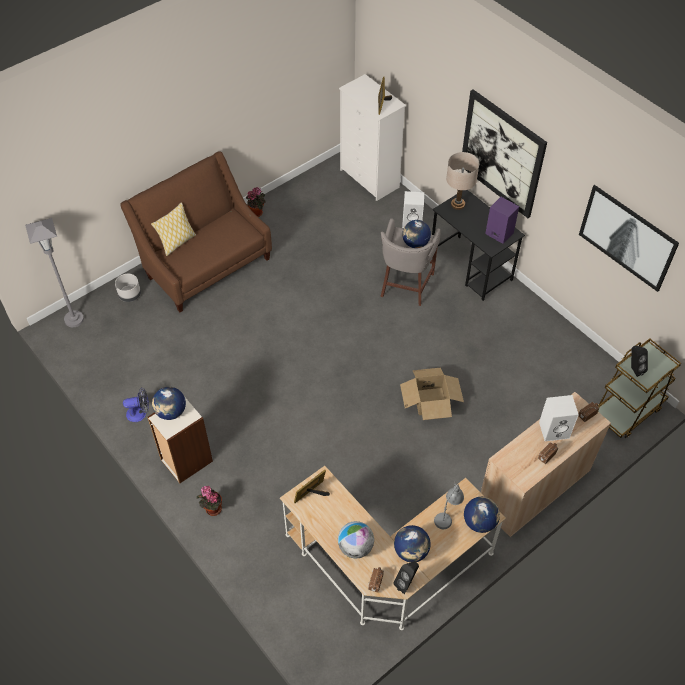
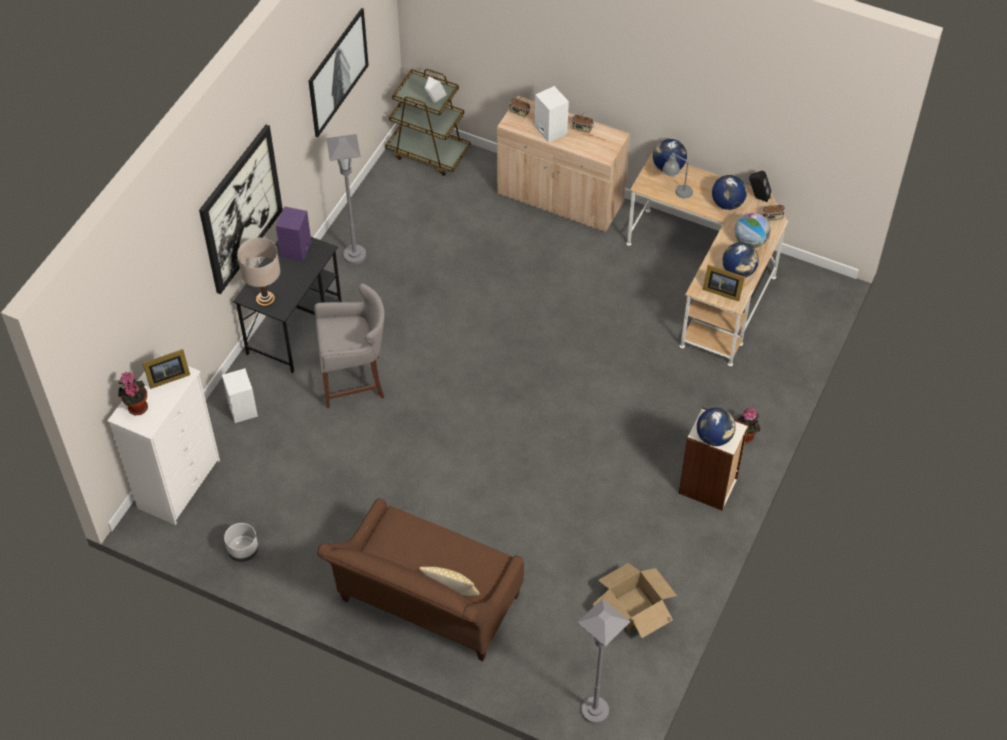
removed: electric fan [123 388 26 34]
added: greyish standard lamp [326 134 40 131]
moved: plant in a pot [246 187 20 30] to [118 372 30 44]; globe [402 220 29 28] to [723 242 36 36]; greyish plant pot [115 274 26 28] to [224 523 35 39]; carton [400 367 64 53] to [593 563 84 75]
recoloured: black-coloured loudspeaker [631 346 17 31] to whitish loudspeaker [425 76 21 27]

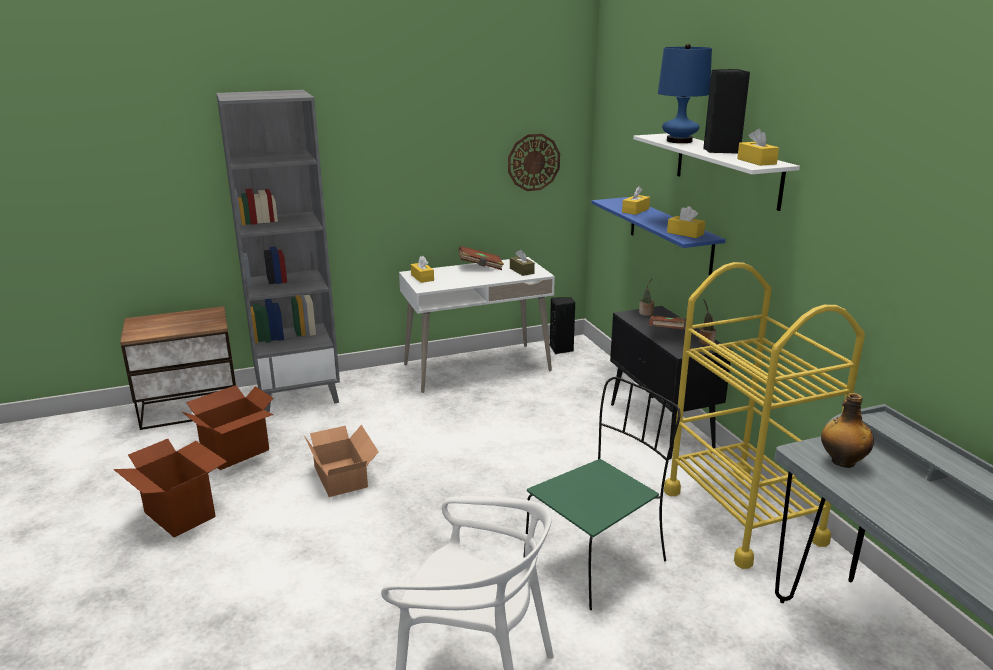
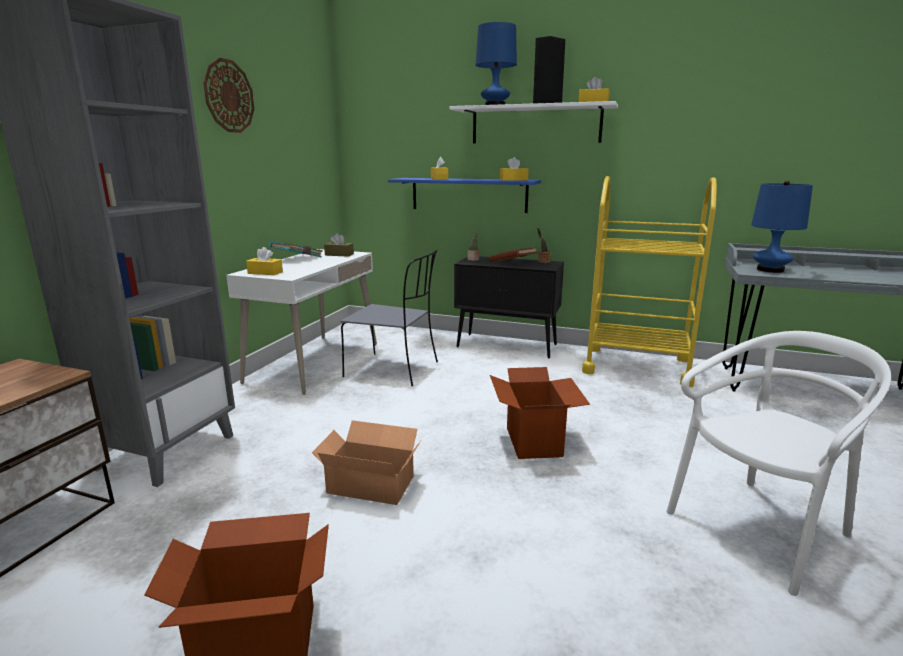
removed: black-coloured loudspeaker [550 297 25 57]; green plain chair [523 377 157 233]
added: greyish plain chair [340 250 98 136]
moved: clock on the wall [508 134 52 57] to [203 58 51 75]; carton [182 385 91 85] to [490 367 100 92]
replaced: bottle [821 393 53 75] to blue lamp for a table [751 181 62 92]
recoloured: brown-coloured bound book [459 246 45 24] to turquoise-coloured bound book [269 241 54 16]

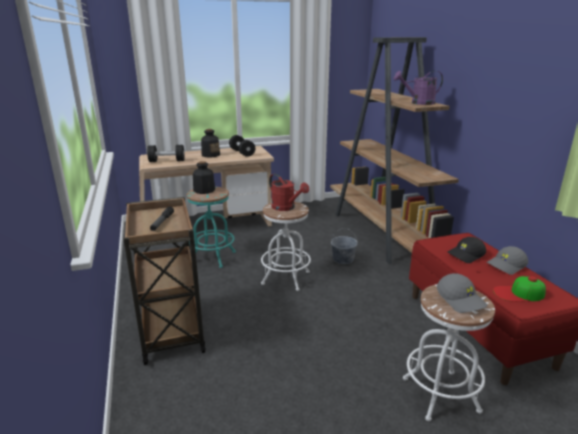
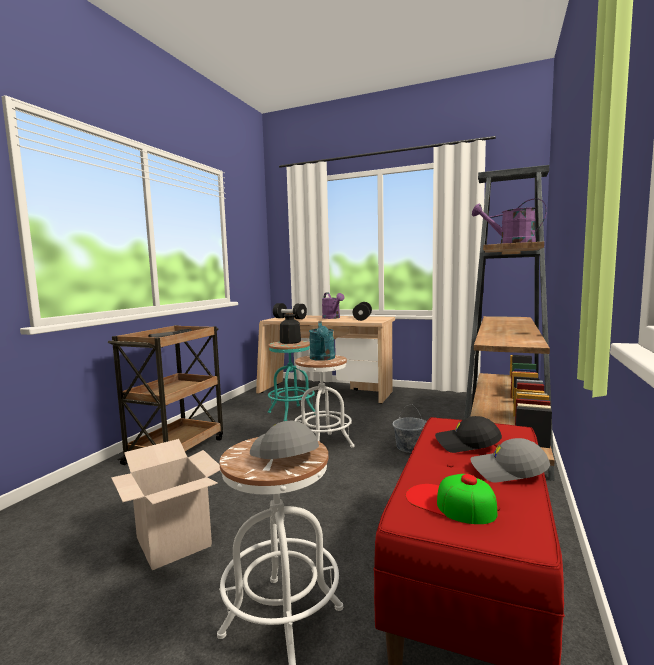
added: carton [111 439 109 131]
replaced: bottle [201 129 19 29] to purple-coloured watering can [322 292 22 27]
recoloured: red watering can [269 174 40 37] to turquoise-coloured watering can [309 321 26 40]
turned: greyish cap [437 273 51 40] = [250 421 69 38] 135 degrees clockwise

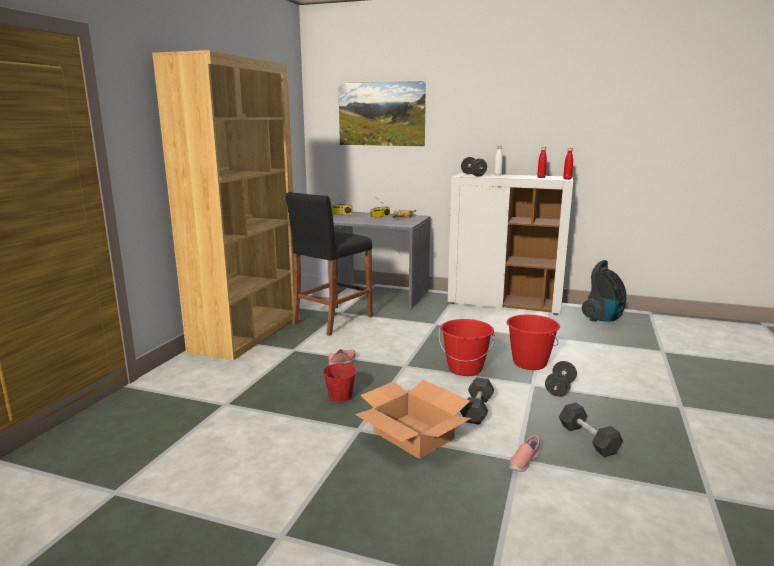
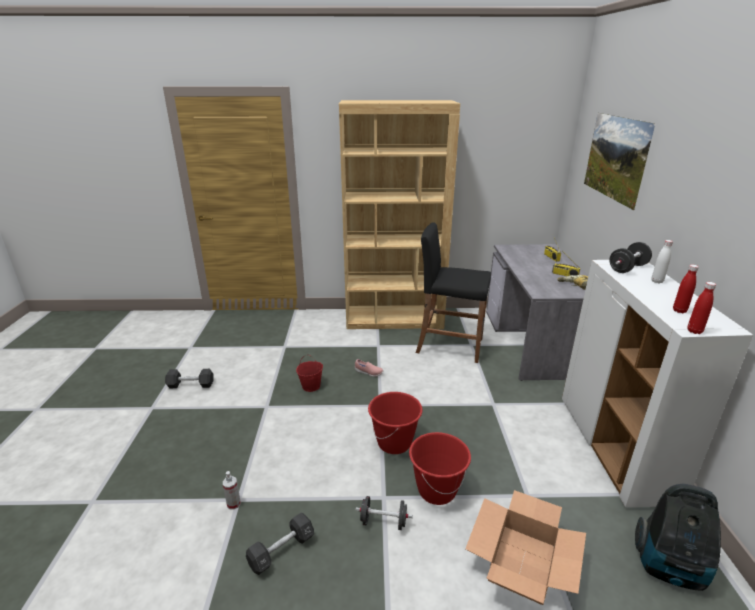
moved: black-coloured dumbbell [460 377 34 48] to [165 369 49 19]; carton [355 380 116 79] to [465 490 121 115]
replaced: pink-coloured item of footwear [509 435 31 37] to hand sprayer [223 471 18 39]

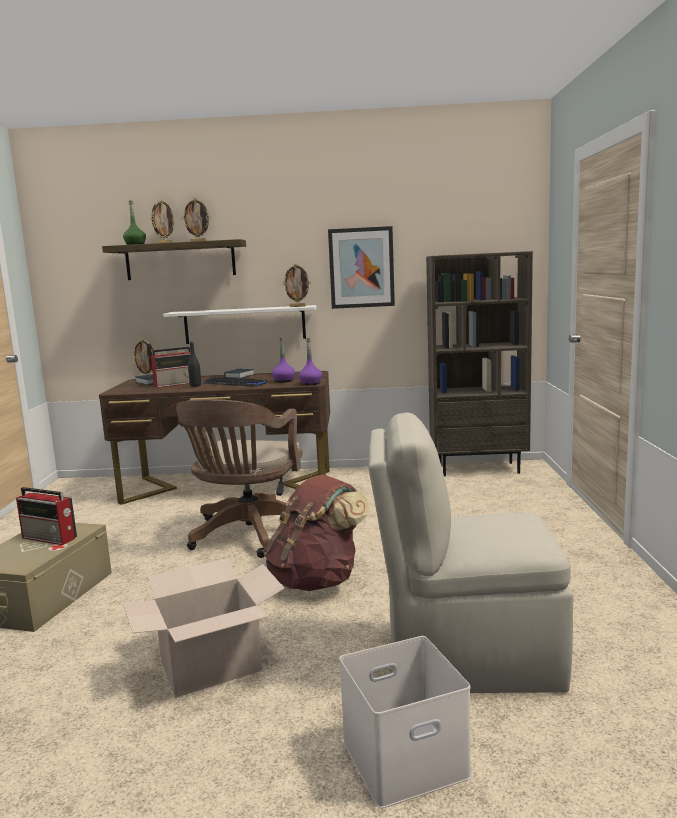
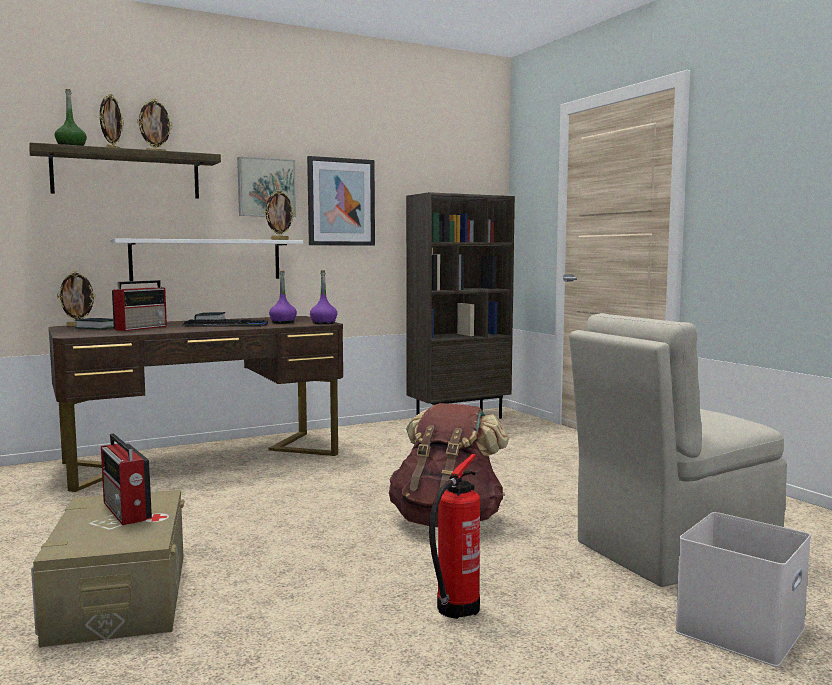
removed: black-coloured bottle [188 341 13 46]; brown-coloured computer chair [176 399 127 159]
added: wall picture [237 157 59 60]
replaced: carton [122 558 163 140] to fire-fighting cylinder [429 454 51 165]
turned: radio [16 487 61 58] = [101 434 51 91] 60 degrees clockwise

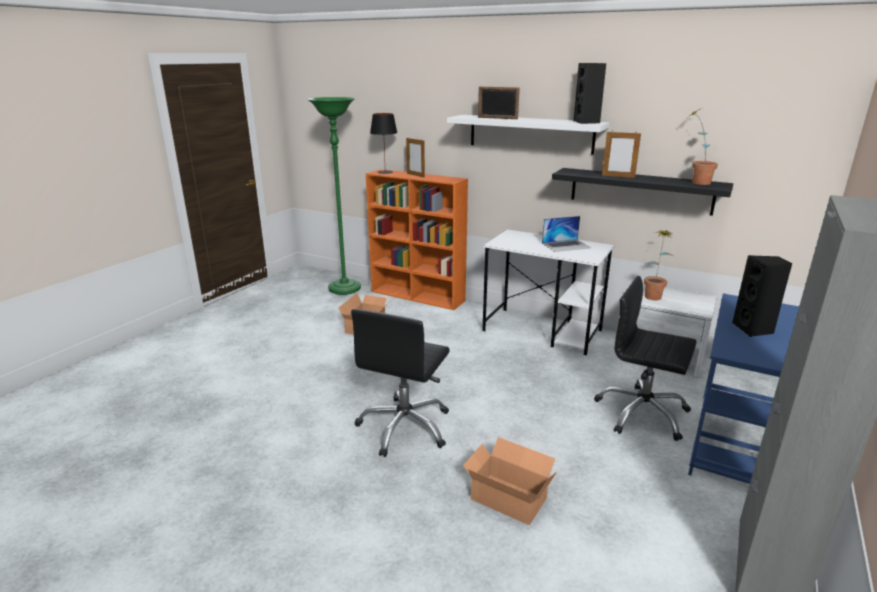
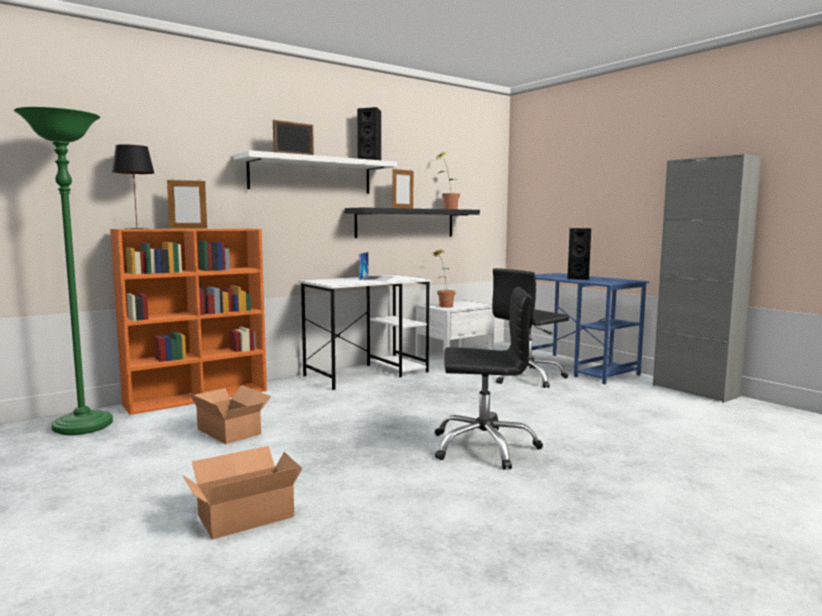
moved: carton [463 437 94 88] to [182 446 121 93]
turned: black-coloured computer chair [351 309 99 148] = [435 287 108 183] 45 degrees counterclockwise

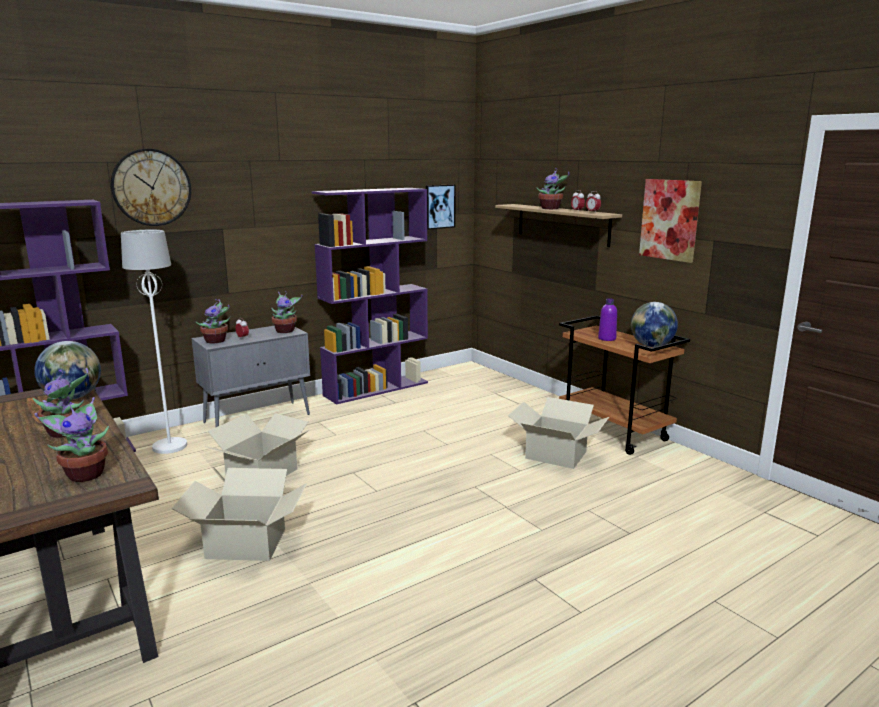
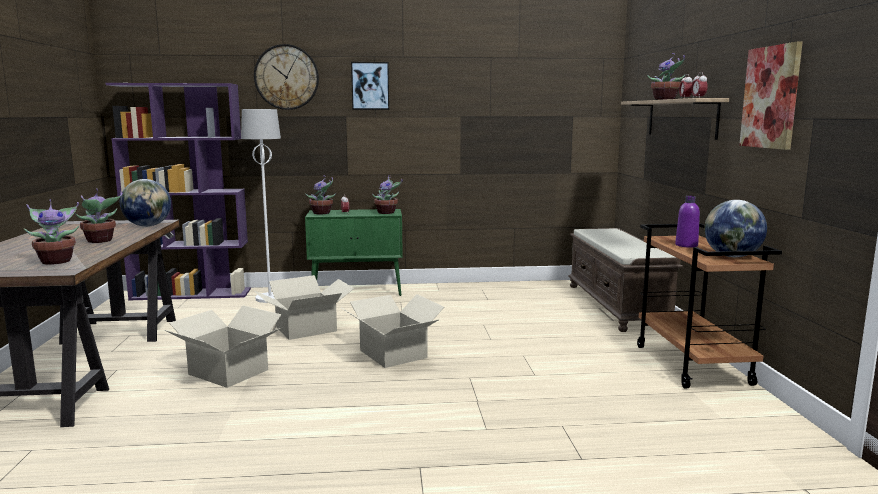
removed: purple-coloured bookcase [312 188 116 217]
added: brown-coloured indoor bench [568 228 115 104]
moved: wall picture [426 184 30 46] to [351 62 38 48]; carton [508 397 101 72] to [340 294 104 74]
recoloured: greyish storage cabinet [191 326 119 101] to green storage cabinet [305 209 98 87]

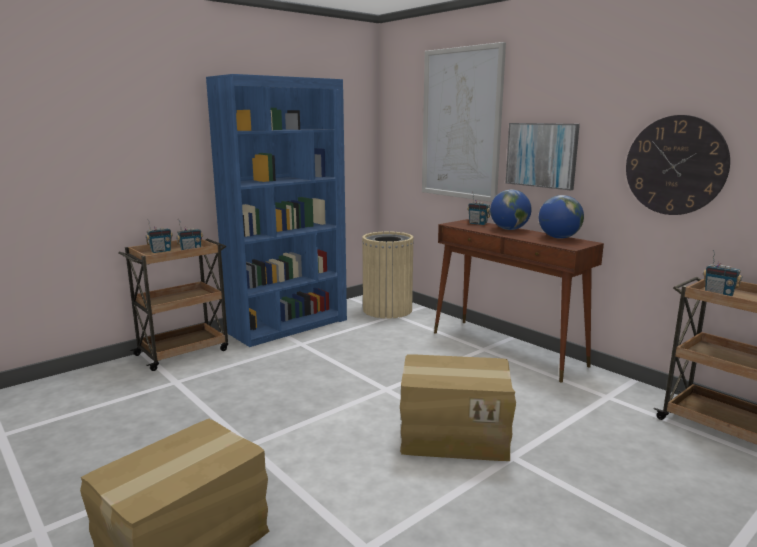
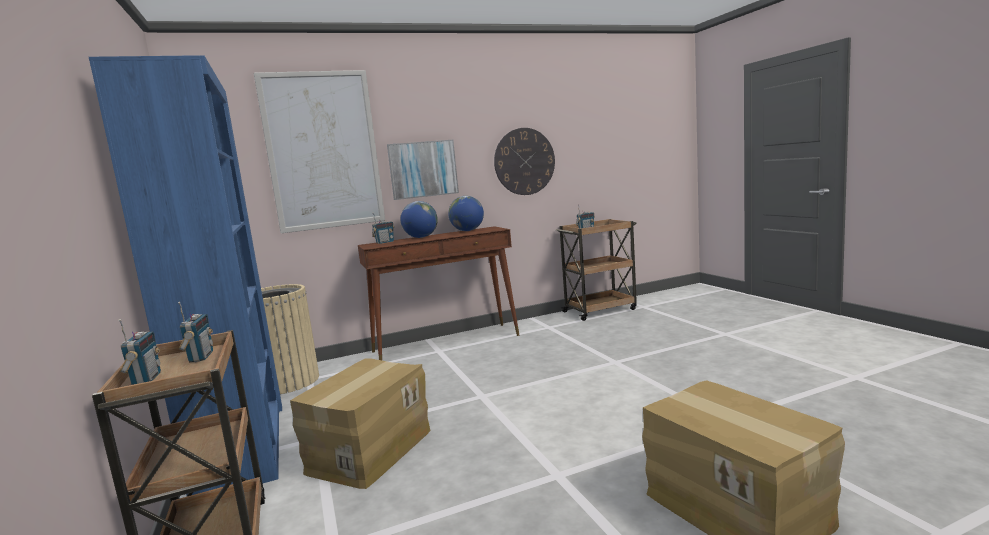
moved: carton [400 354 116 107] to [290 358 141 131]

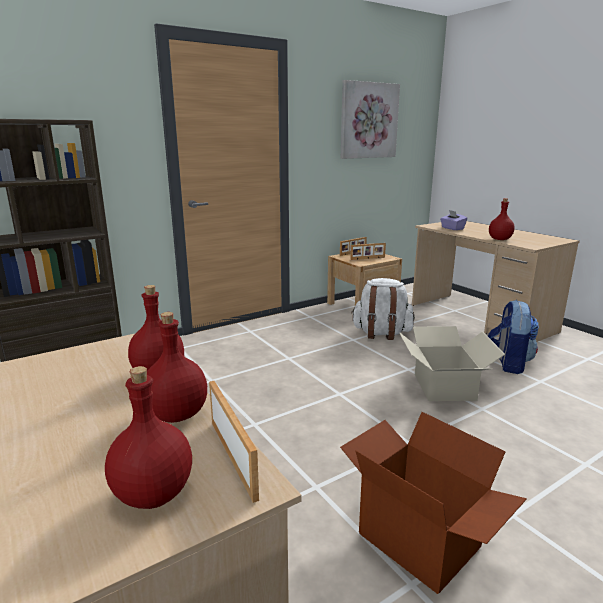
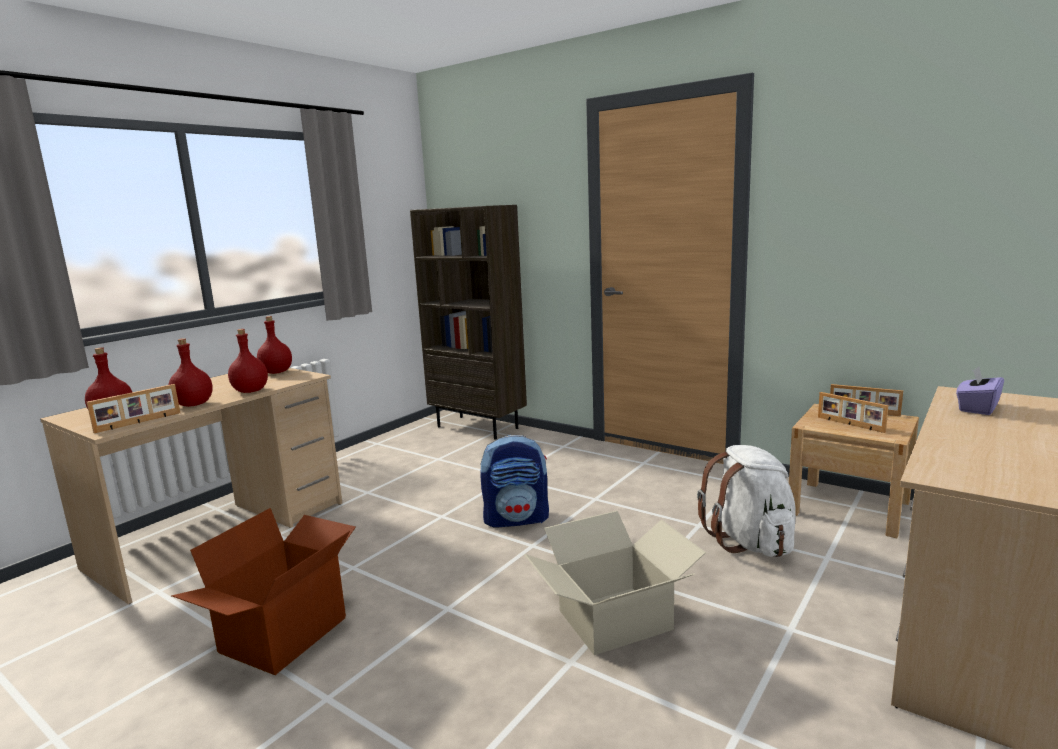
removed: wall picture [341 80 59 79]
moved: red bottle [489 198 26 42] to [257 316 35 58]; knapsack [488 300 51 74] to [480 435 69 93]

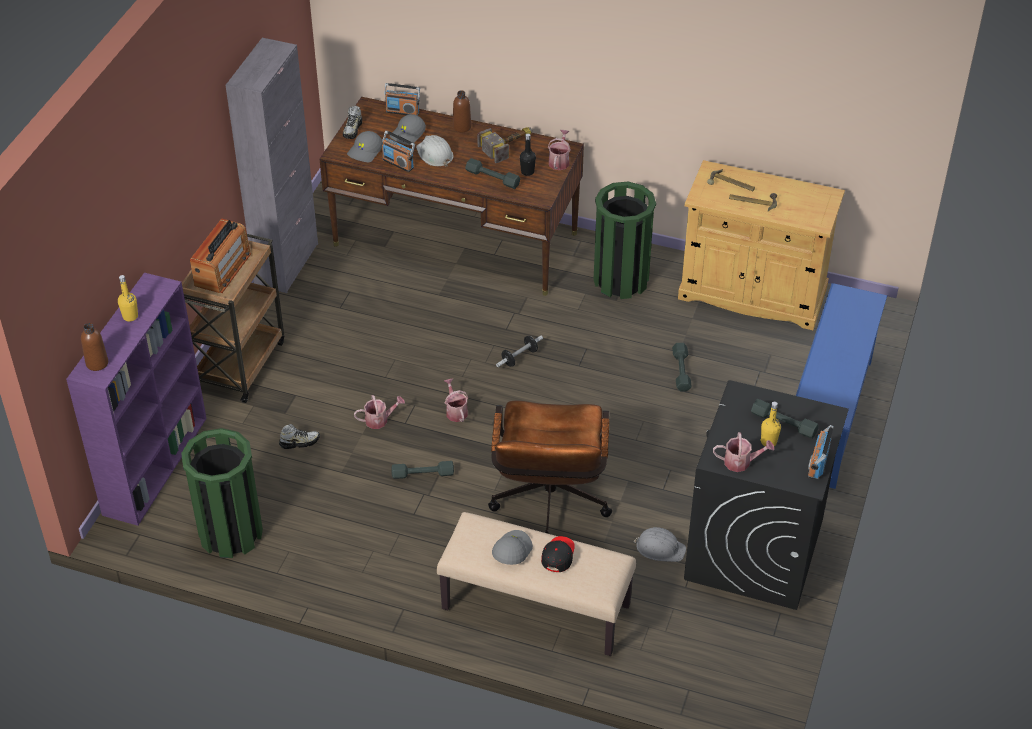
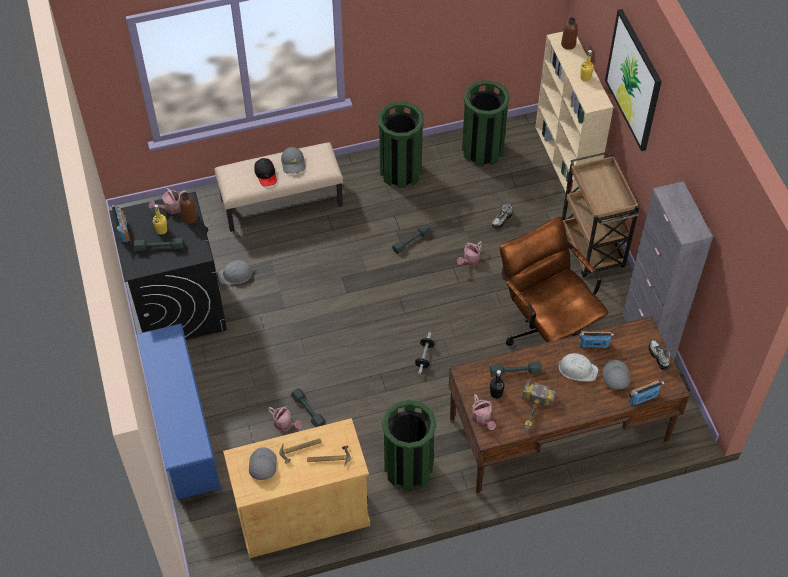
removed: radio [190 218 61 75]
added: wall picture [605 9 57 142]; green trash can [378 102 46 86]
moved: brown-coloured bottle [453 90 18 42] to [179 192 19 32]; greyish cap [347 131 36 32] to [249 447 28 33]; watering can [444 378 24 44] to [268 406 34 25]; brown-coloured computer chair [488 400 124 134] to [500 216 108 130]
recoloured: purple-coloured bookcase [66 273 141 253] to sand-coloured bookcase [535 32 78 161]

